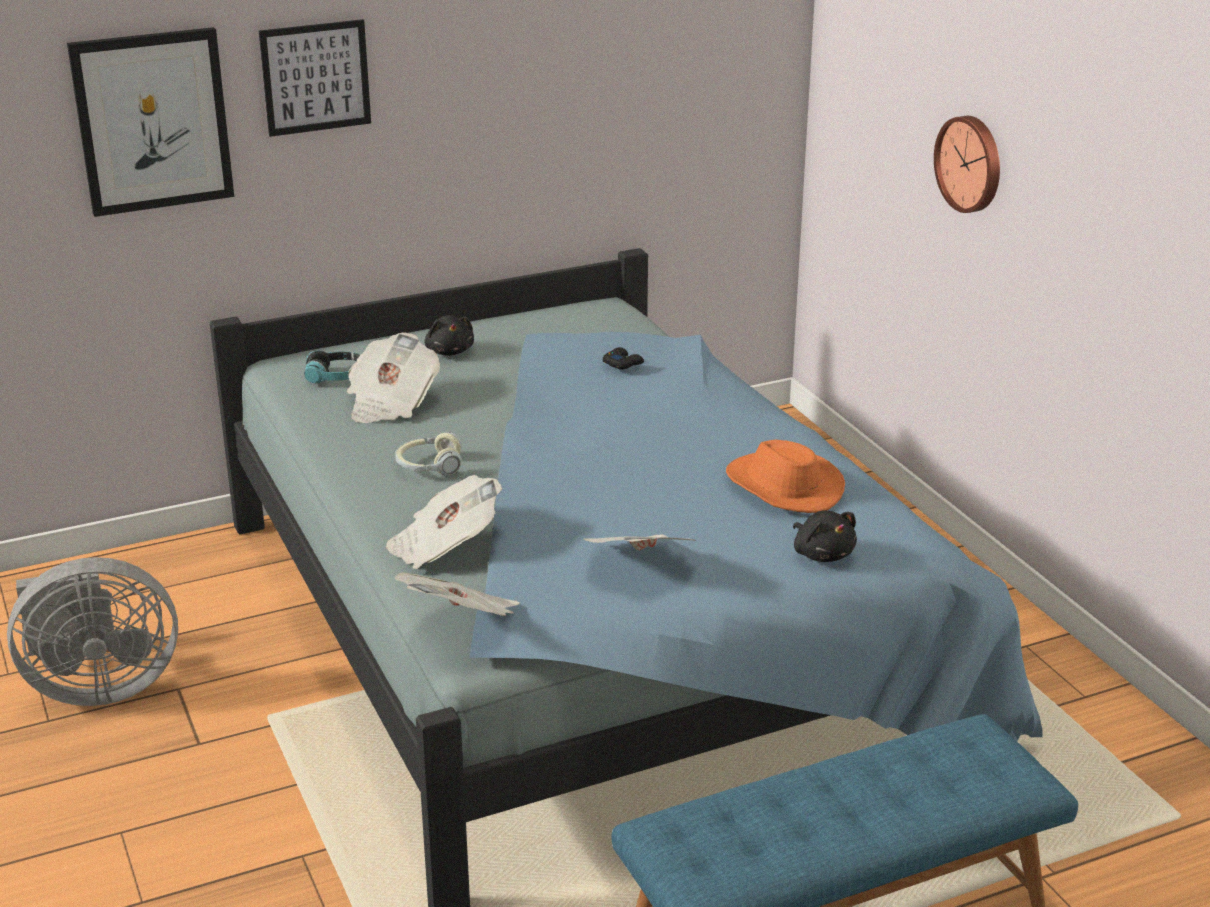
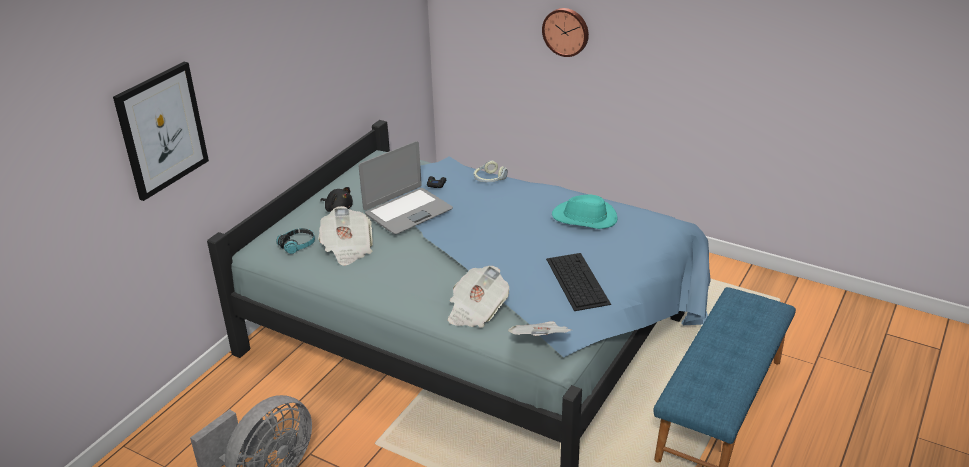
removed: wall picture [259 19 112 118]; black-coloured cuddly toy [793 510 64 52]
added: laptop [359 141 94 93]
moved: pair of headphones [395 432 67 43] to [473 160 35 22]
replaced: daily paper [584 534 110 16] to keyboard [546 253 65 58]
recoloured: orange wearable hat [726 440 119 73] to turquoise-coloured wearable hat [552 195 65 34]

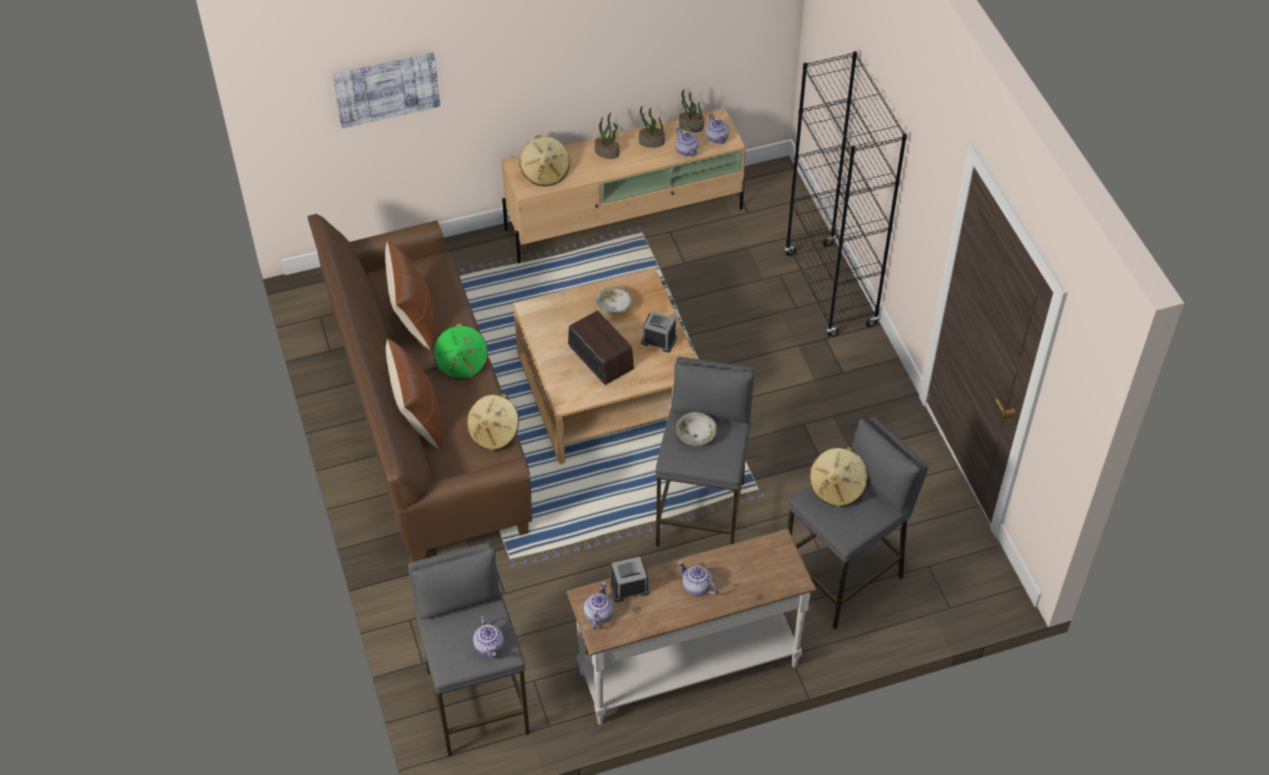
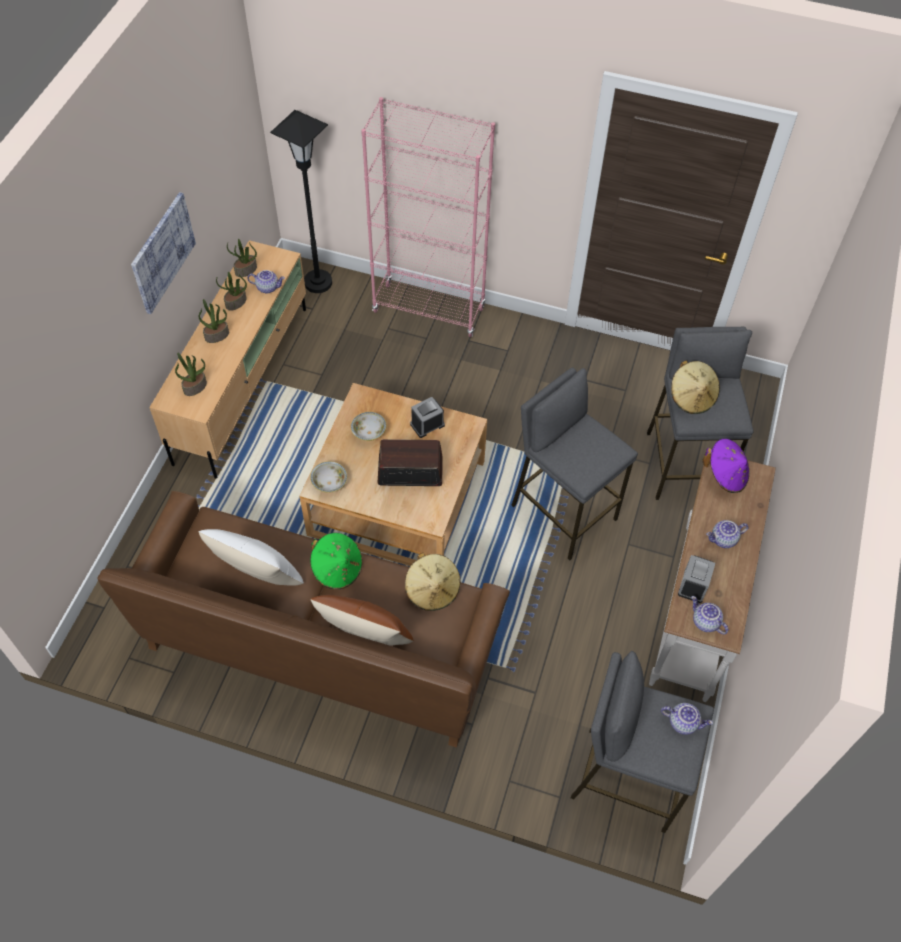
removed: tea pot [706 114 23 30]
added: black-coloured standard lamp [270 110 62 183]; purple-coloured wearable hat [702 439 47 54]
moved: wall picture [332 53 108 75] to [131 192 65 122]; serving bowl [676 412 41 34] to [310 461 37 32]
replaced: sand-coloured wearable hat [519 135 51 51] to plant in a pot [175 353 32 43]
recoloured: black-coloured bookcase [784 51 123 286] to pink-coloured bookcase [361 97 134 240]; brown-coloured cushion [385 241 50 109] to whitish cushion [198 529 106 57]

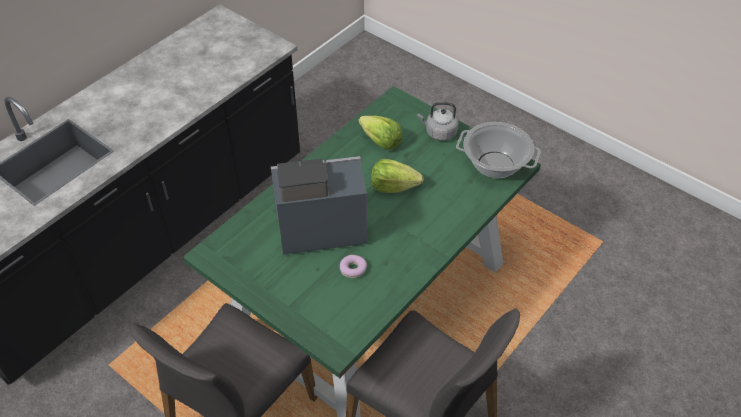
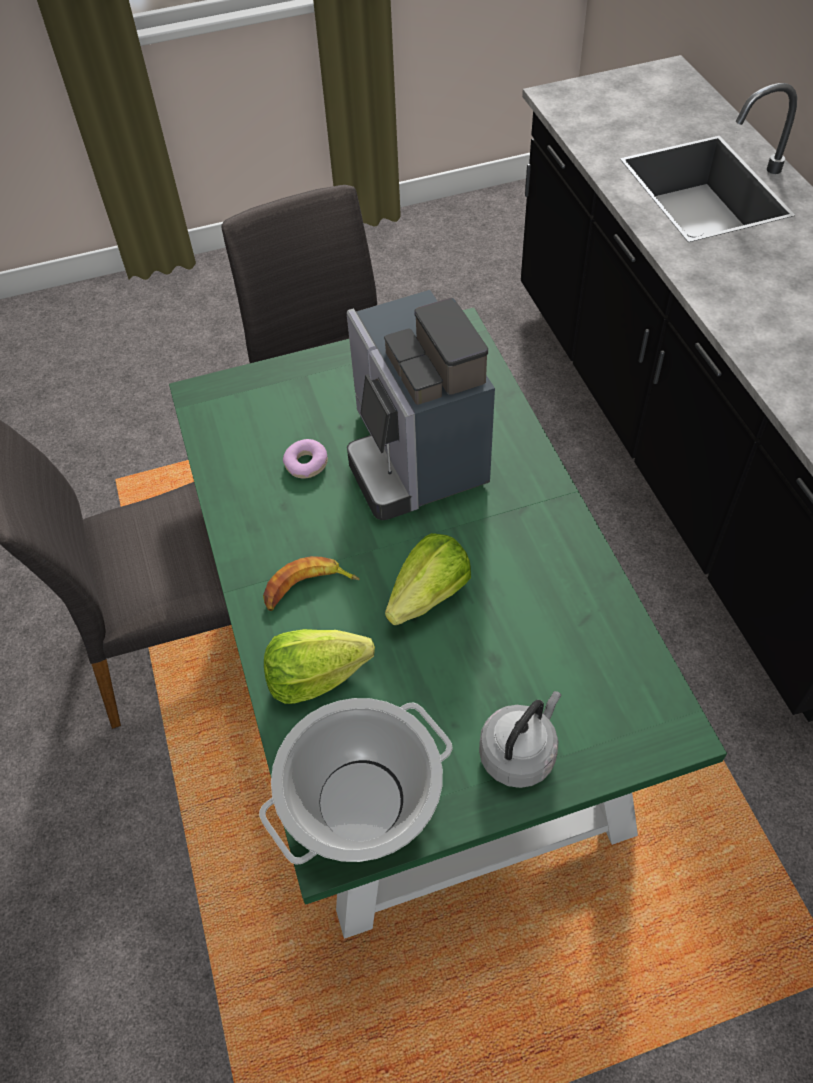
added: whole banana [263 556 96 55]
moved: head of lettuce [358 116 45 34] to [264 629 111 75]
turned: coffee maker [271 156 96 99] = [347 290 148 230] 135 degrees clockwise

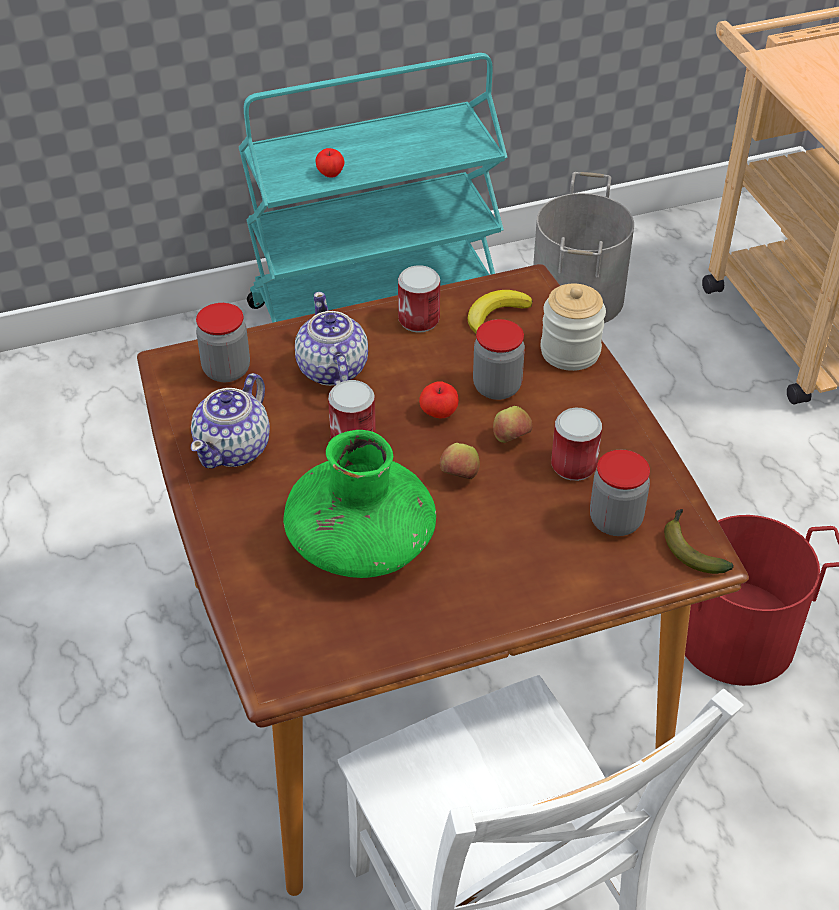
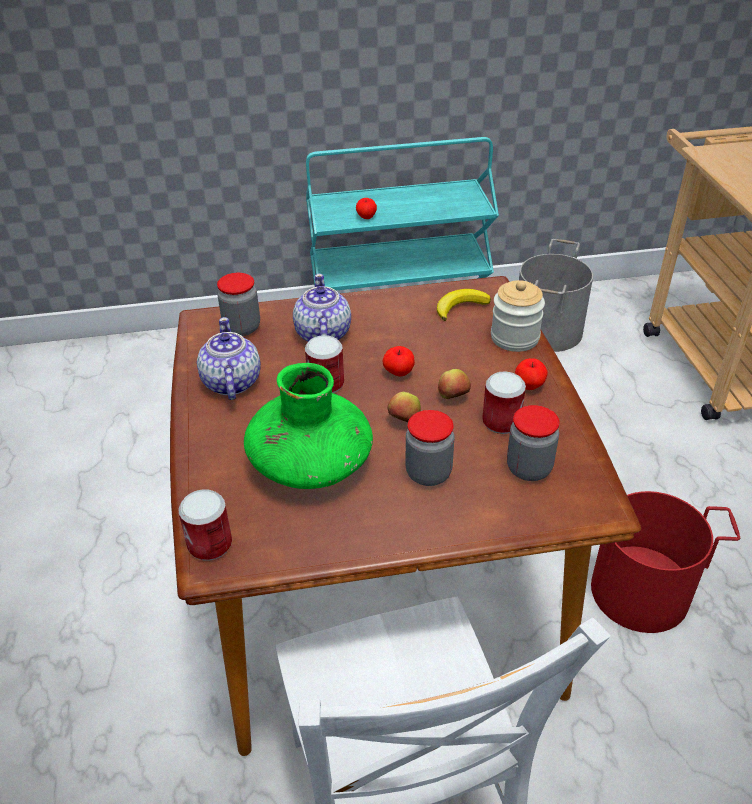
removed: whole banana [664 509 70 65]
added: apple [515 358 33 32]
moved: sealed can [398 265 42 68] to [178 489 54 72]; storage jar [473 319 52 81] to [405 410 49 76]
turned: tea pot [191 373 79 95] = [197 317 64 83] 135 degrees clockwise

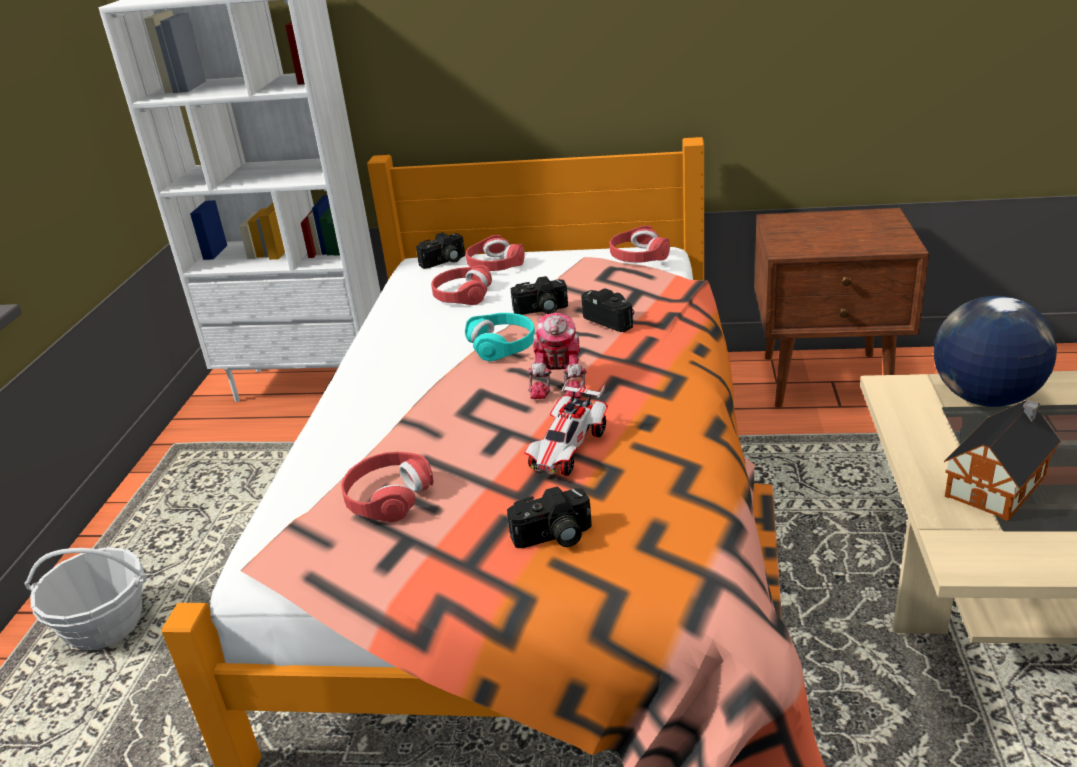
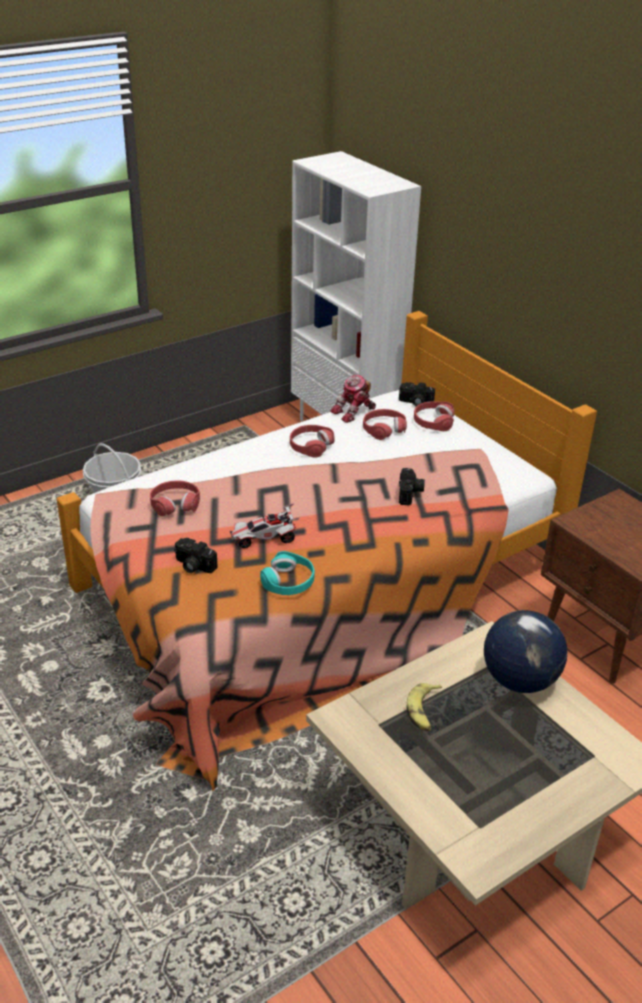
removed: photo camera [511 276 57 39]
moved: red pair of headphones [610 225 60 38] to [290 425 45 33]; turquoise-coloured pair of headphones [465 313 70 49] to [260 551 55 44]; toy robot [527 313 60 86] to [330 374 46 49]
replaced: miniature house [944 400 117 121] to whole banana [407 683 35 48]

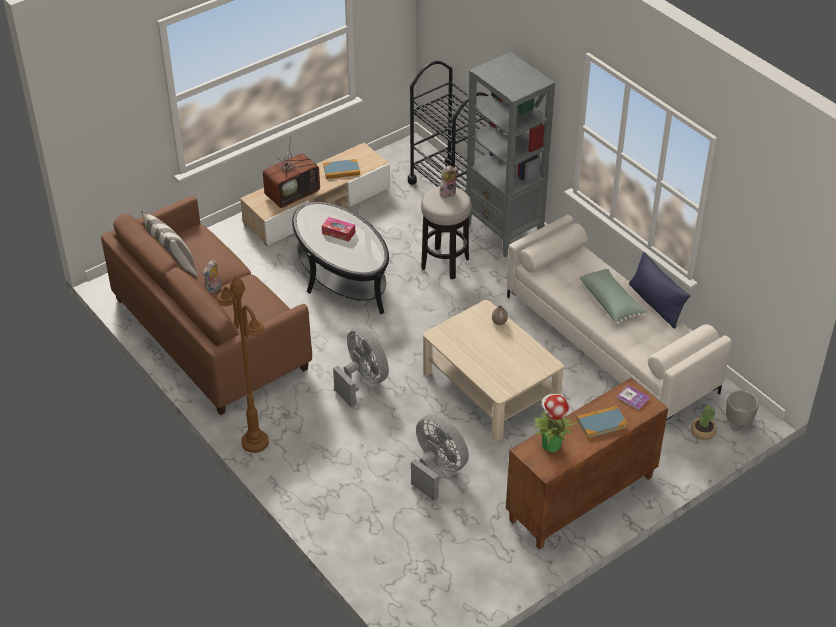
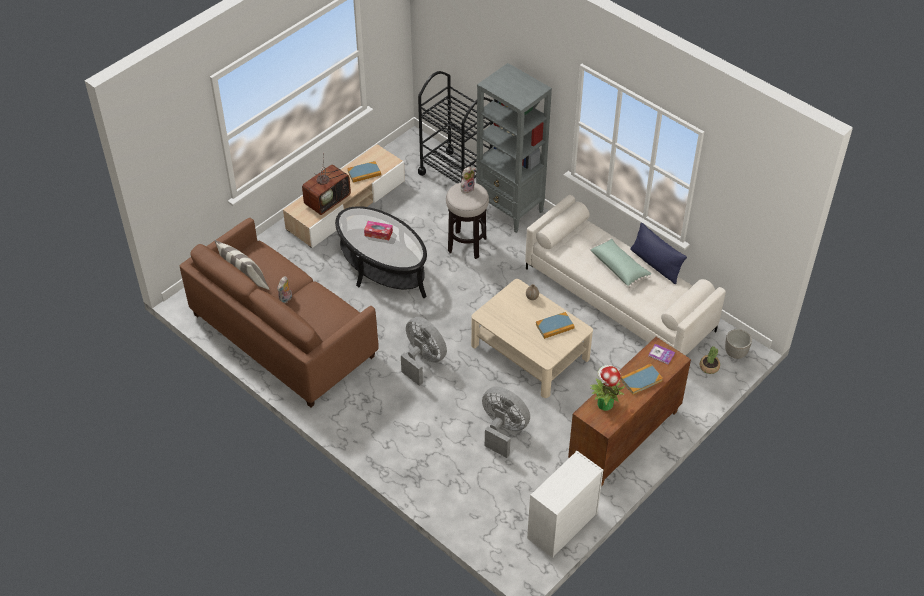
removed: brown-coloured standard lamp [217 275 52 178]
added: bound book [535 312 40 27]; whitish drawer chest [527 451 76 107]

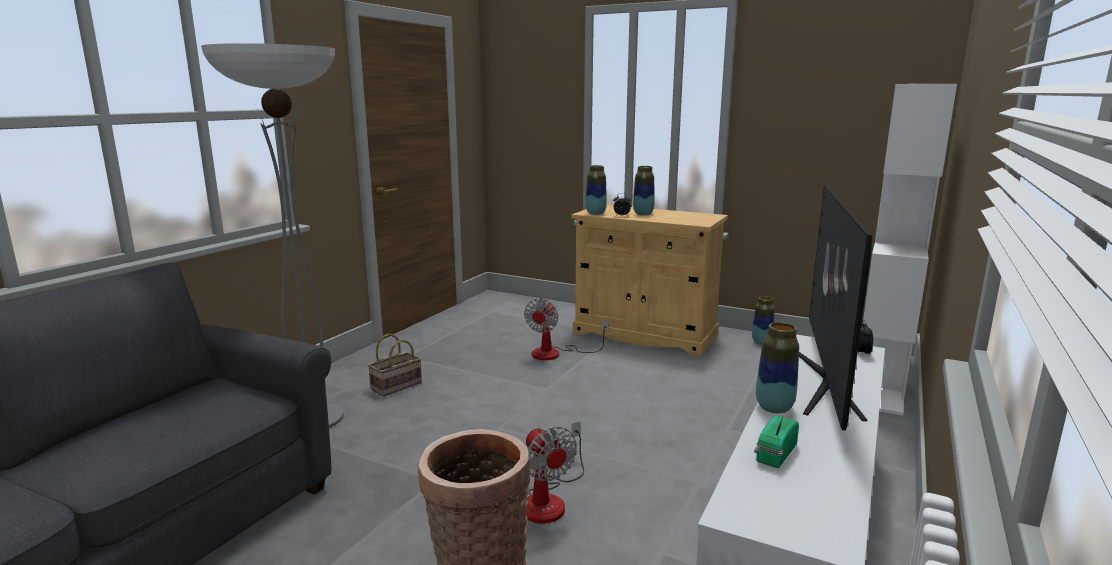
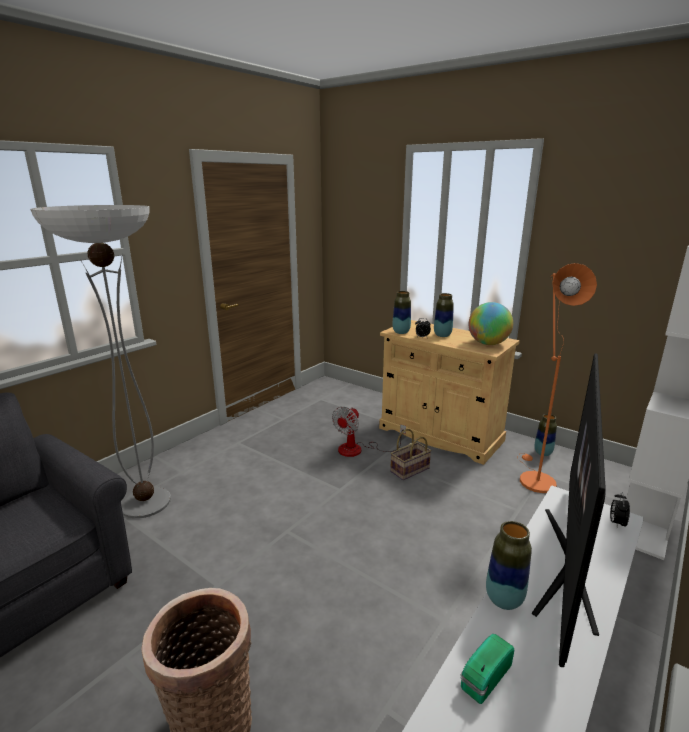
removed: electric fan [526 421 58 103]
added: orange standard lamp [517 263 80 230]; globe [469 302 44 43]
moved: storage basket [368 334 54 63] to [390 429 41 51]

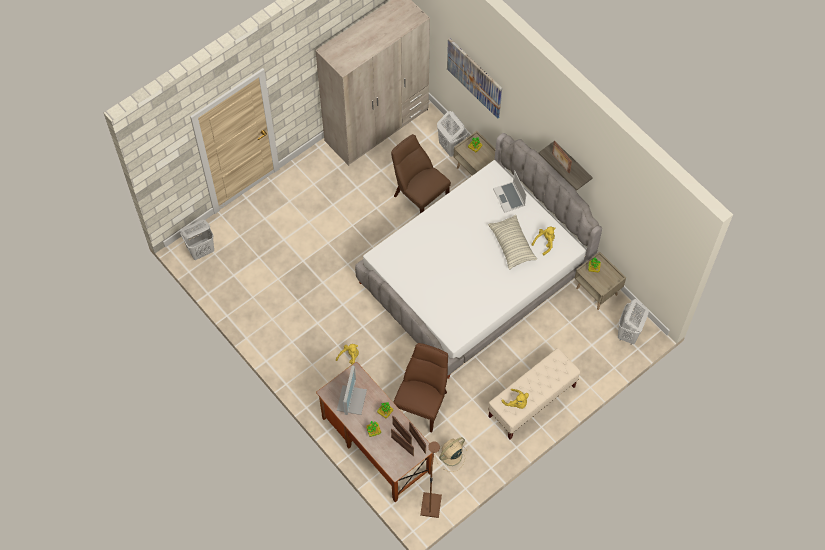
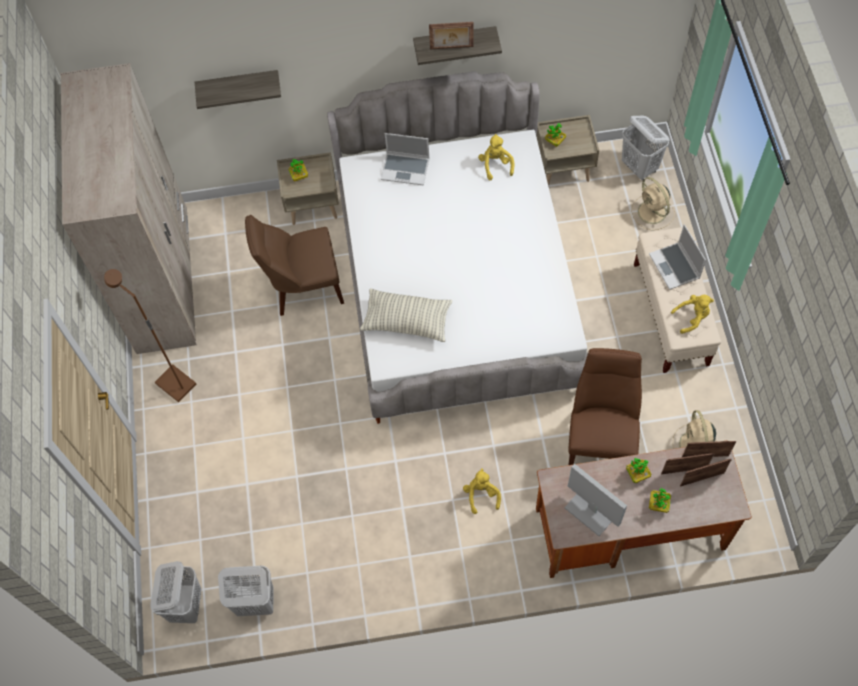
added: sand-coloured electric fan [631 177 44 53]; laptop [649 224 57 66]
moved: whitish washing basket [437 111 31 46] to [218 565 56 51]; cushion [488 215 49 55] to [360 288 92 54]; brown-coloured standard lamp [420 441 22 77] to [104 269 92 133]
replaced: wall picture [447 38 55 81] to shelf [195 70 86 39]
turned: brown-coloured plain chair [393 343 55 90] = [568 348 74 117] 45 degrees clockwise

